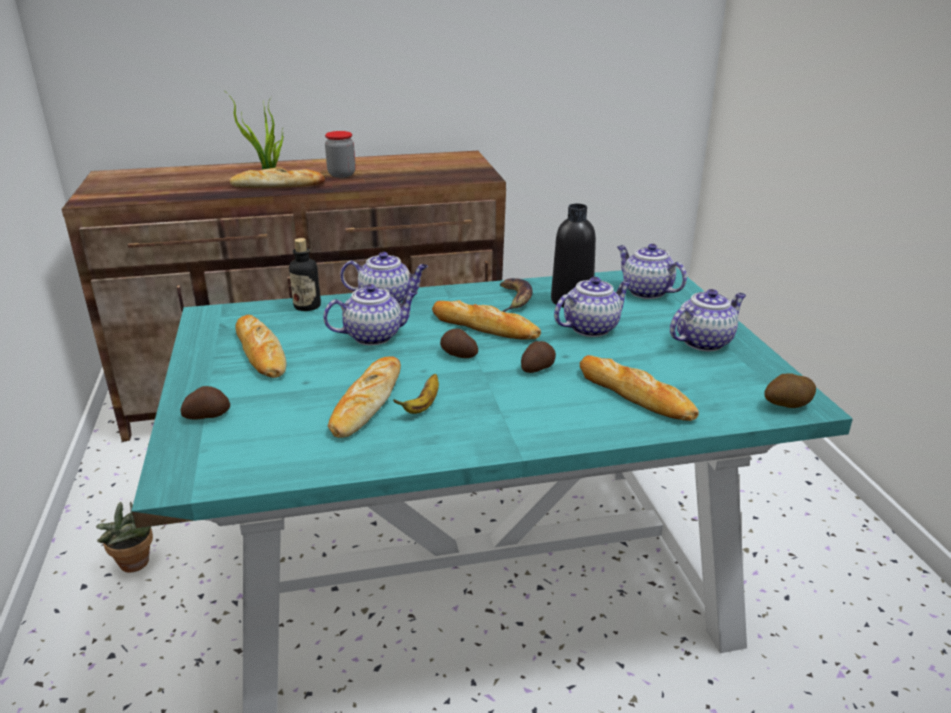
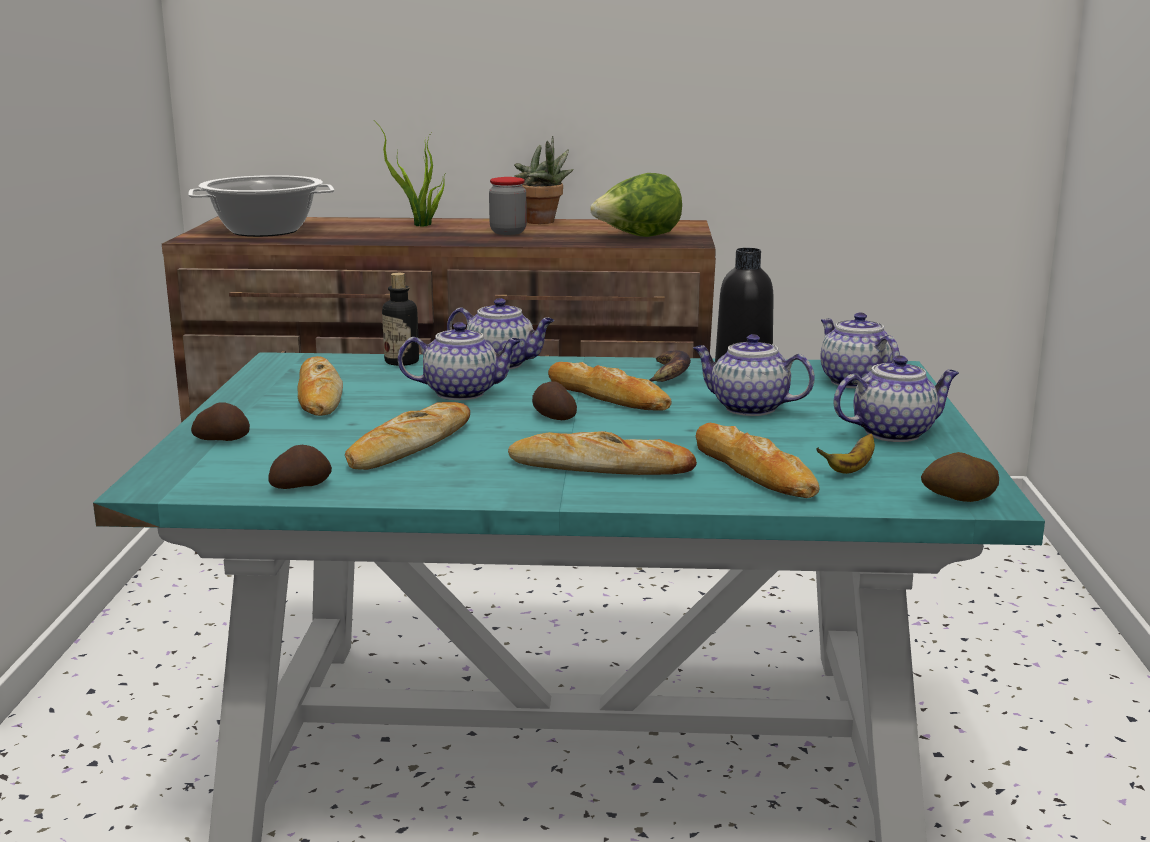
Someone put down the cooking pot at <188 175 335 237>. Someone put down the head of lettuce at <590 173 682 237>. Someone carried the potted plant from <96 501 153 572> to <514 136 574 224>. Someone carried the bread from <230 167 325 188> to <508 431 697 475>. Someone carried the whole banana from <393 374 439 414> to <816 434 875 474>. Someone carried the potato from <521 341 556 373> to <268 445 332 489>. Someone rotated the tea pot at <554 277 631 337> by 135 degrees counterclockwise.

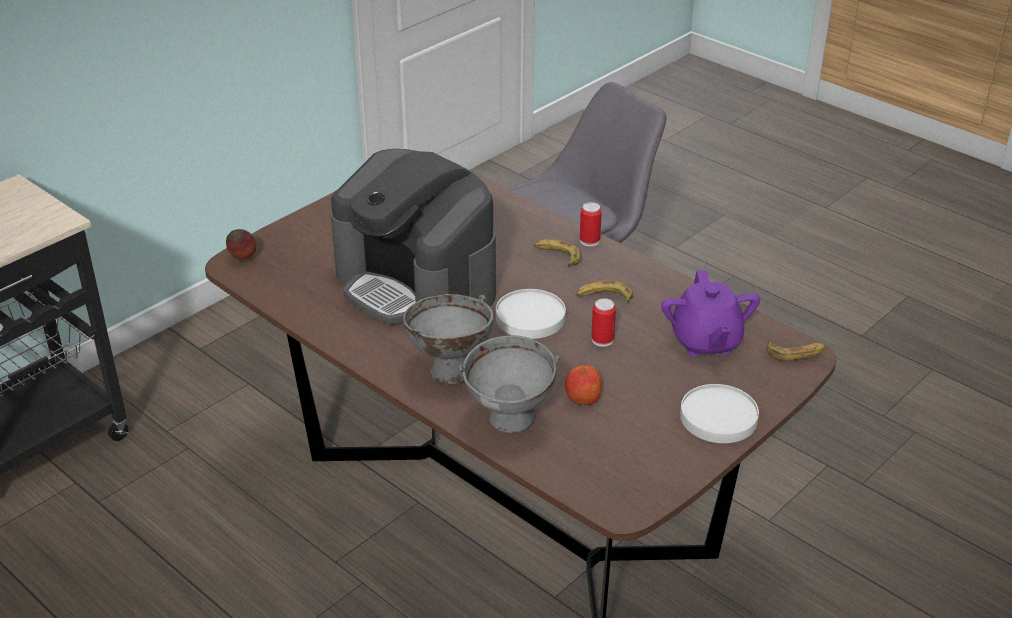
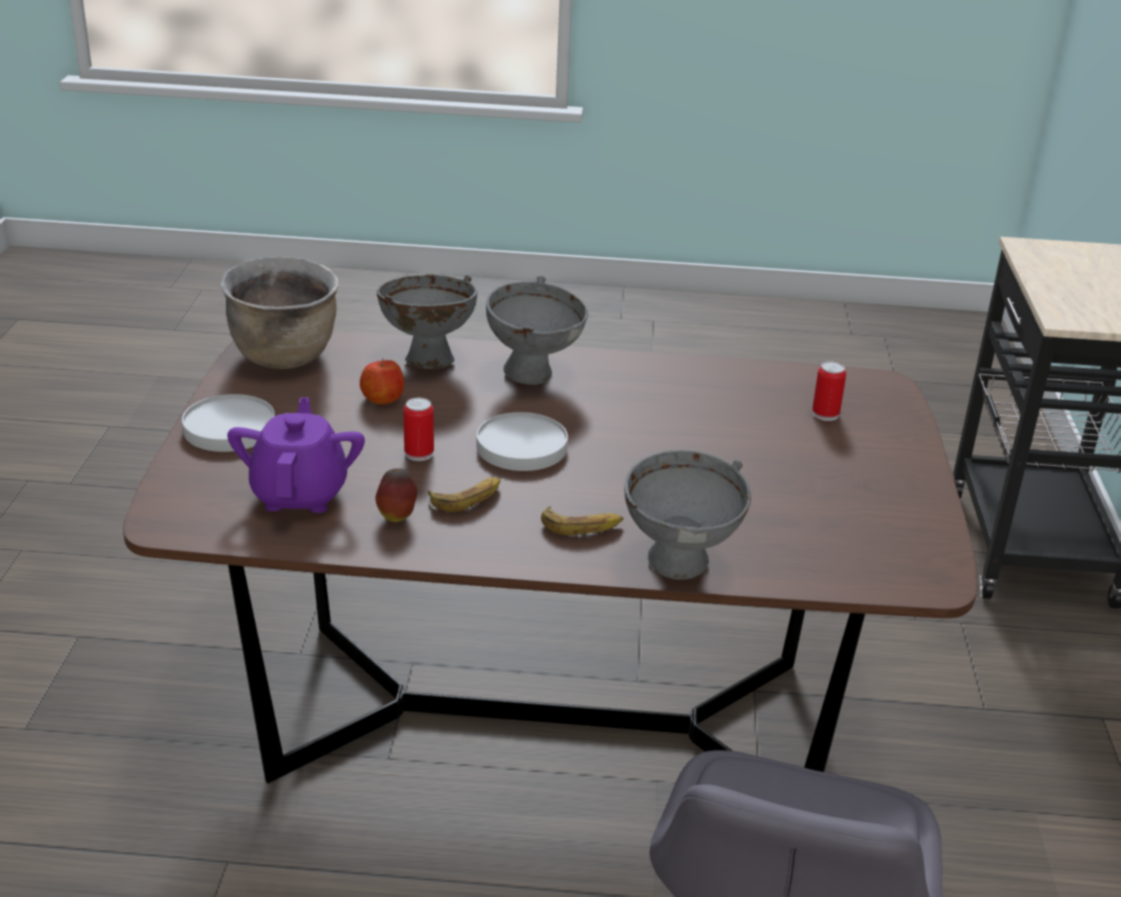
Someone took away the coffee maker at <330 149 496 325>. Someone took away the whole banana at <767 341 826 362>. Someone put down the cooking pot (brown-coloured) at <220 257 339 369>. Someone put down the bowl (greyish) at <624 450 751 580>. Someone carried the apple fruit from <226 229 256 260> to <376 468 417 522>. Someone carried the metal can from <580 202 602 246> to <812 362 846 421>. Someone rotated the tea pot (purplish) at <661 270 760 356> by 45 degrees clockwise.

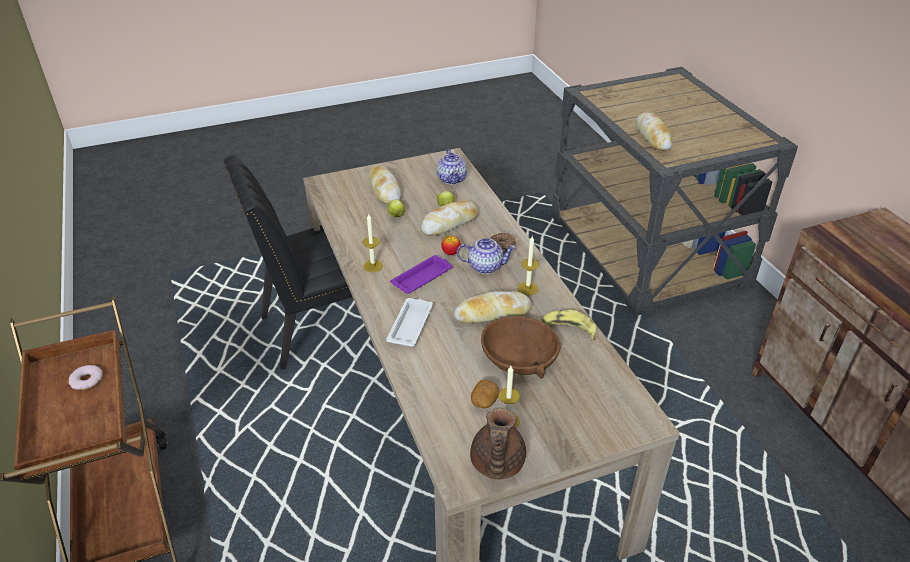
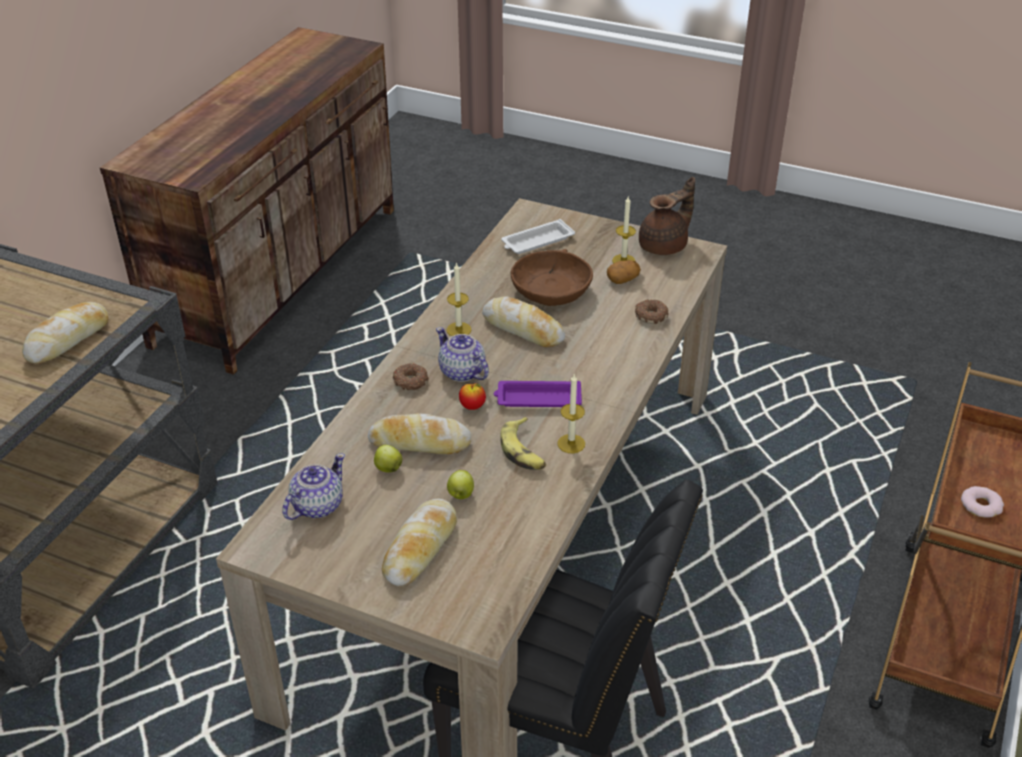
Someone put down the ring doughnut at <635 300 669 324>. Someone carried the tray (whitish) from <386 298 433 347> to <501 219 575 254>. Someone carried the whole banana from <542 310 597 340> to <500 417 546 470>.

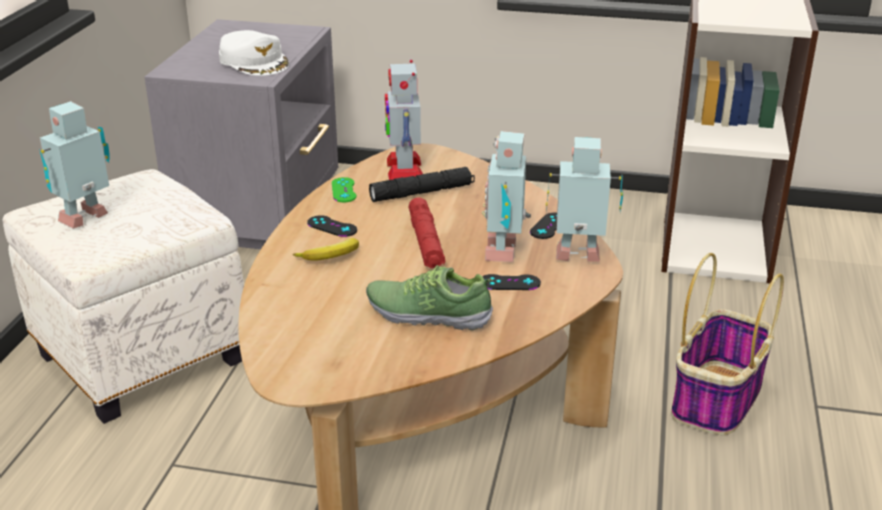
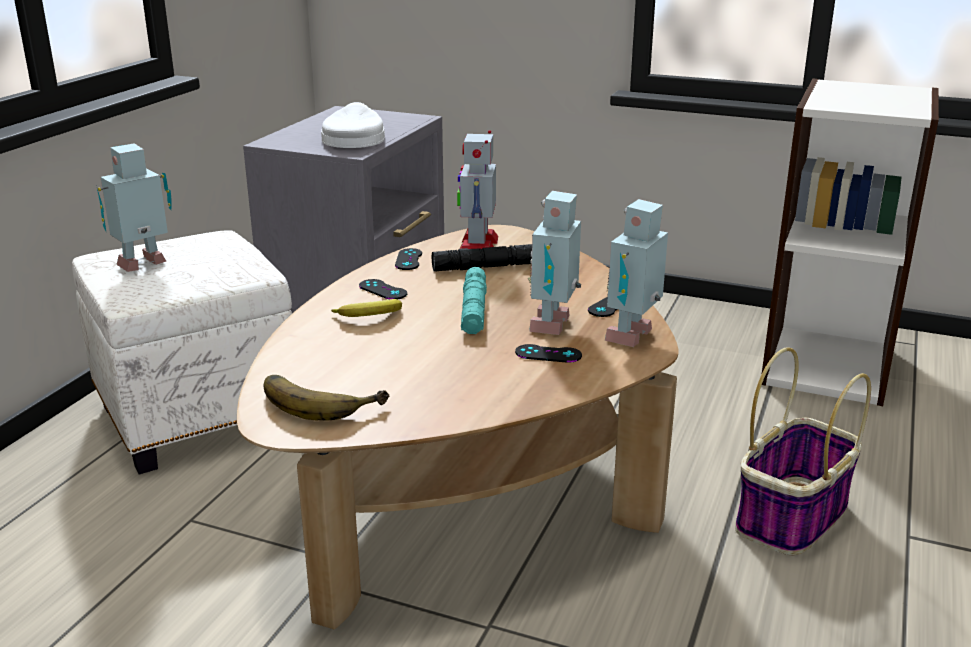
Someone took away the low shoe at <366 265 493 331>. Someone put down the whole banana at <264 375 390 420>. Someone repainted the joypad (greenish) at <332 177 357 202>, which became the joypad (black-coloured) at <395 248 422 270>. Someone repainted the hand torch (red-coloured) at <409 197 445 268>, which became the hand torch (turquoise) at <461 267 487 334>. Someone rotated the baseball cap (whitish) at <219 30 289 76> by 150 degrees counterclockwise. Someone rotated the robot figure at <546 137 623 262> by 75 degrees counterclockwise.

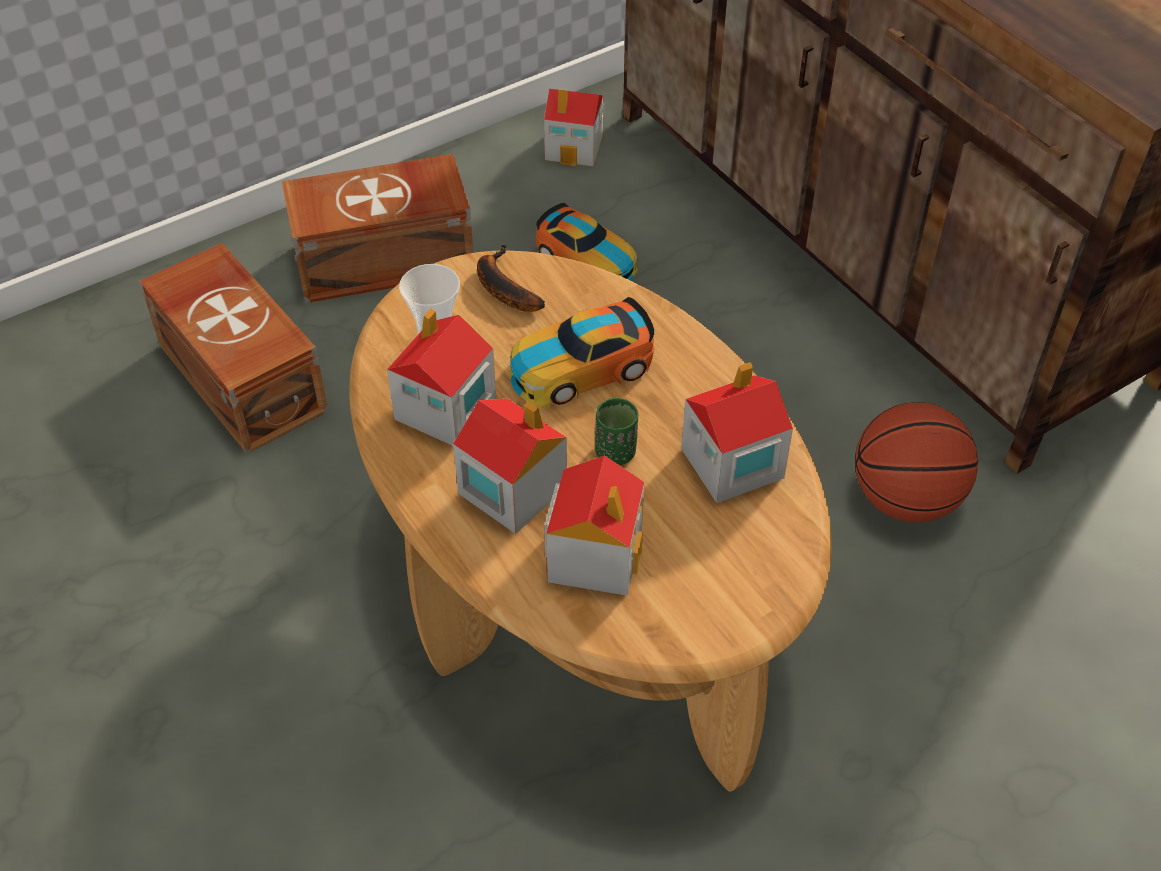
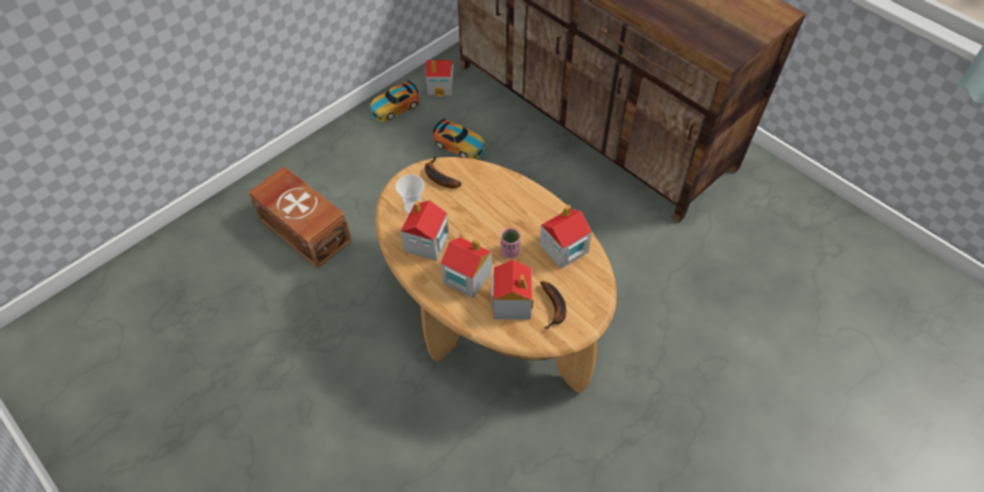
Someone took away the storage box (brown-coloured) at <282 154 474 303>. Someone took away the ball for basketball at <855 402 978 523>. Someone put down the whole banana at <540 281 566 329>. Someone carried the toy car from <510 297 654 407> to <370 81 420 122>. Someone repainted the cup (greenish) at <595 398 638 465>, which became the cup (pinkish) at <501 228 520 258>.

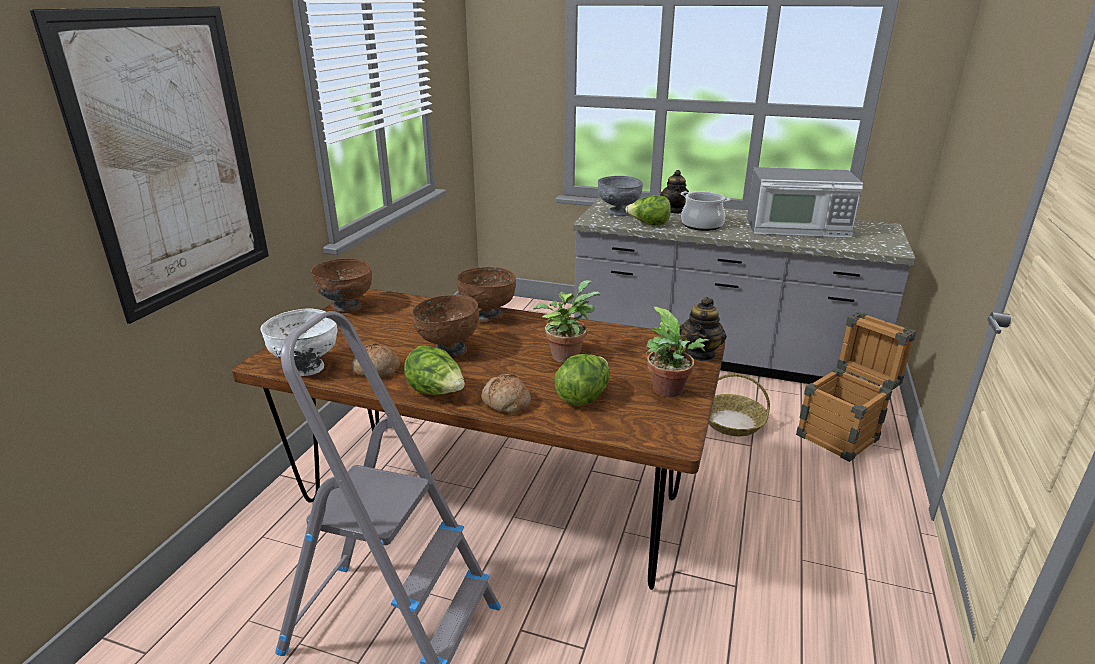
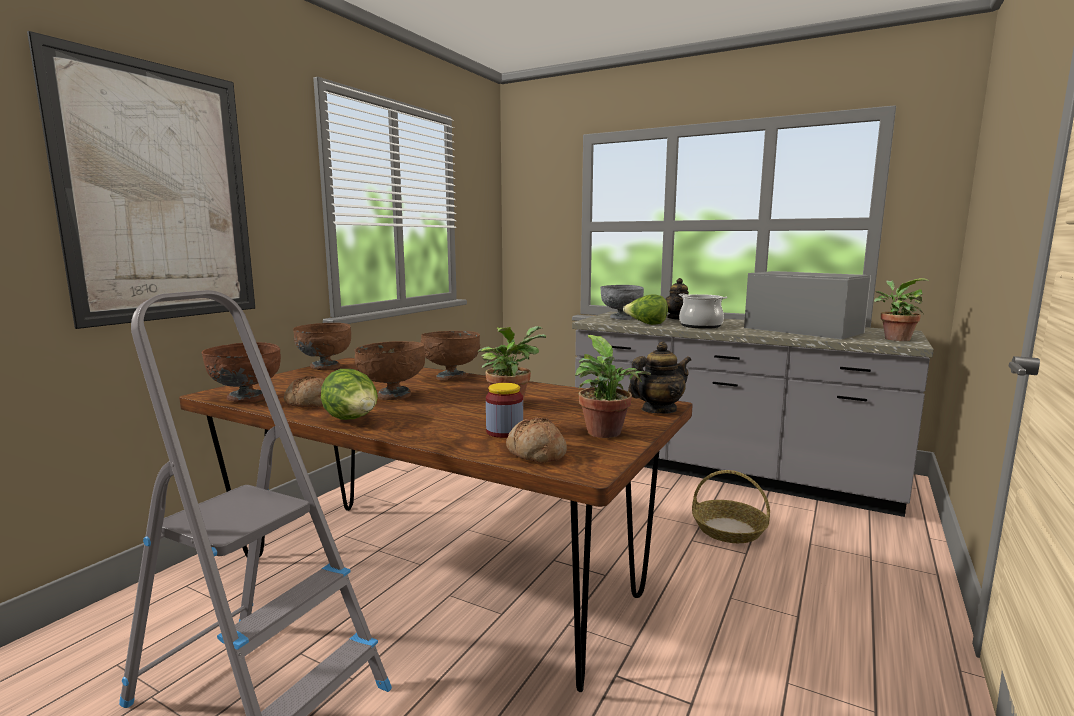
Someone took away the packing crate at <796 311 916 462>. Someone put down the potted plant at <874 278 929 341>. Someone carried the bread from <481 374 531 414> to <506 418 567 463>. Someone swapped the head of lettuce at <554 354 610 406> for the storage jar at <486 383 523 438>. Someone repainted the bowl (whitish) at <261 308 338 376>, which became the bowl (brown-coloured) at <202 342 281 403>. Someone rotated the tea pot at <680 297 727 361> by 150 degrees counterclockwise. Someone rotated the microwave oven at <747 167 863 238> by 150 degrees counterclockwise.

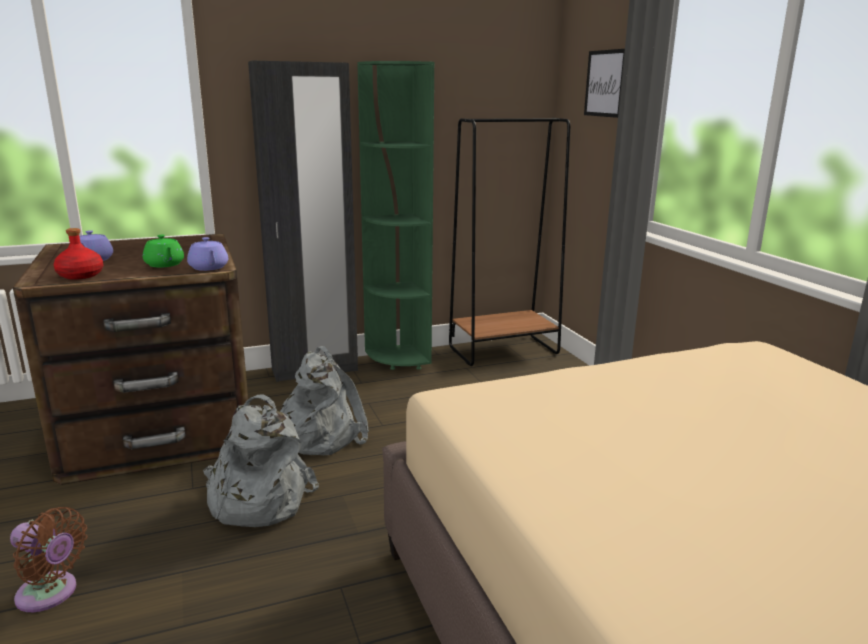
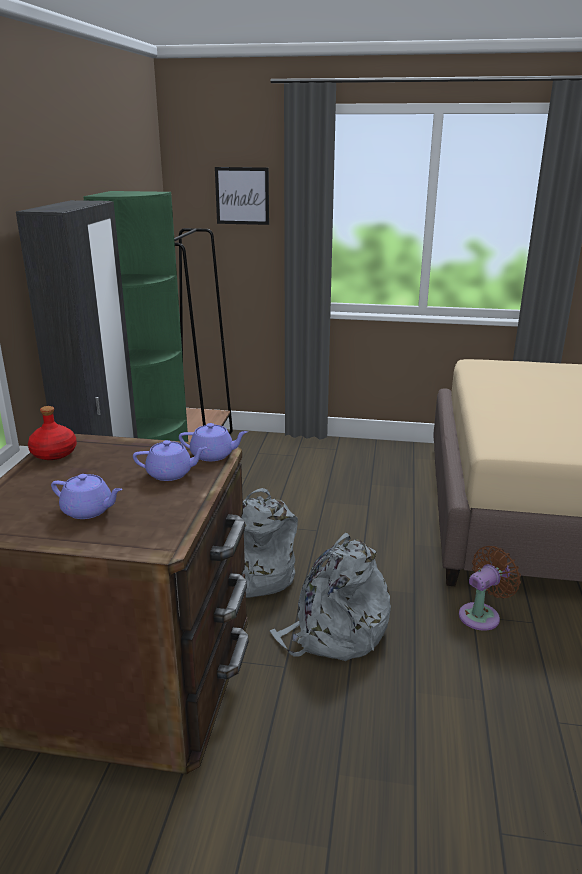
Someone carried the electric fan (brown-coloured) from <10 507 88 612> to <459 546 521 631>. Someone carried the drink bottle (red-coloured) from <54 228 103 280> to <28 406 77 460>. Someone repainted the tea pot (greenish) at <143 235 184 268>, which became the tea pot (purplish) at <133 440 207 481>.

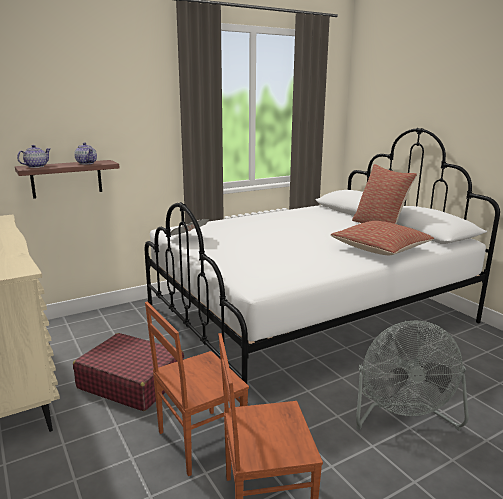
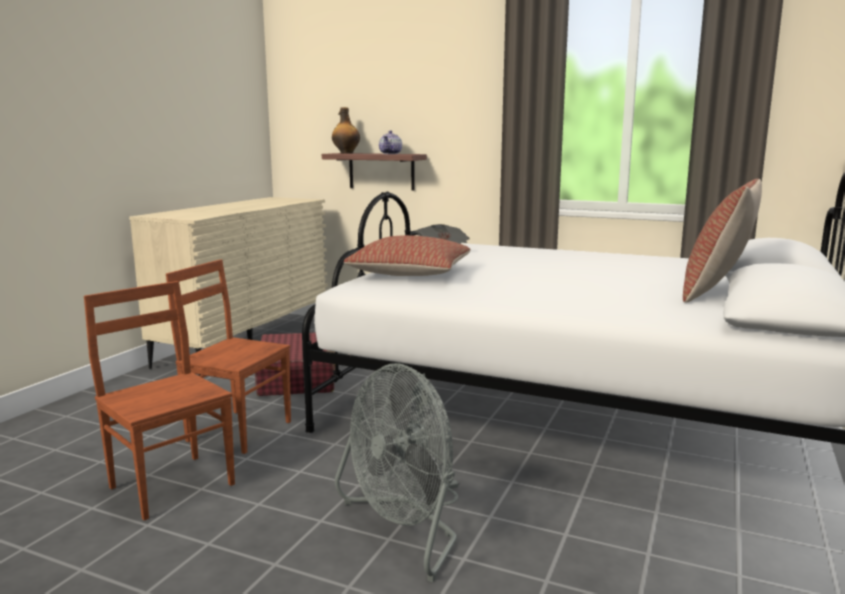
Someone carried the cushion from <331 221 434 255> to <344 235 470 276>. Someone swapped the tea pot at <17 145 50 168> for the drink bottle at <332 107 360 153>.

